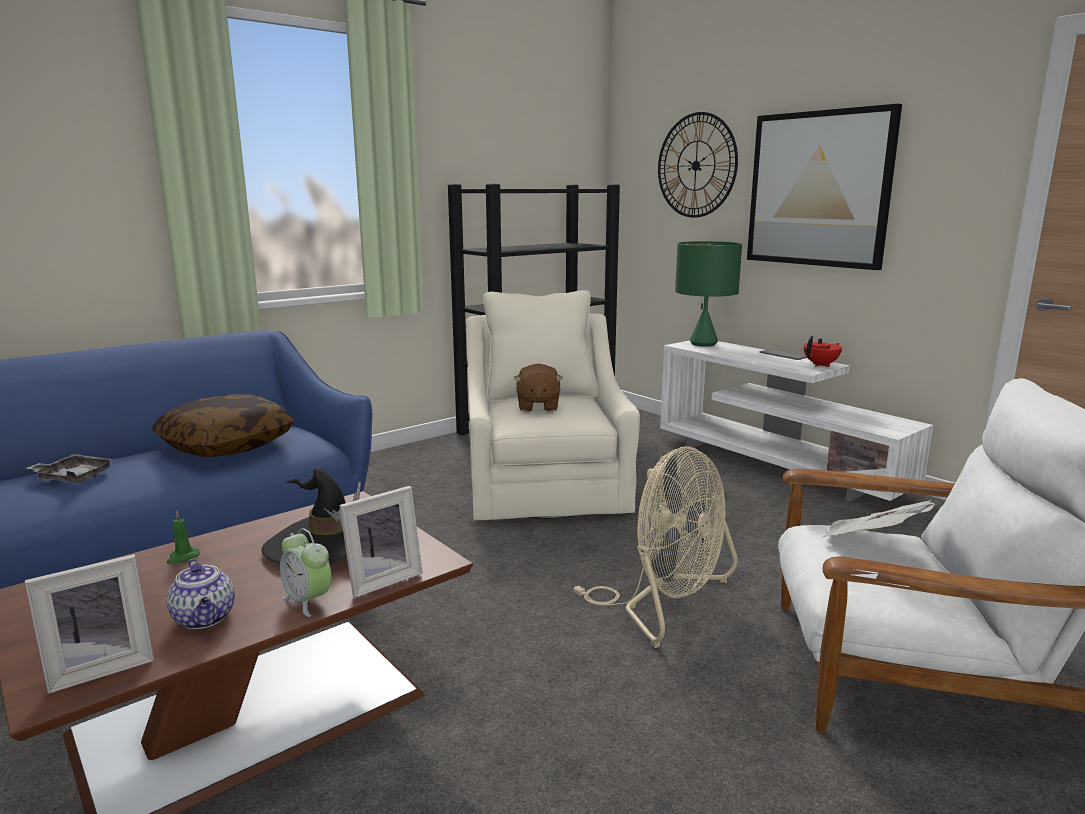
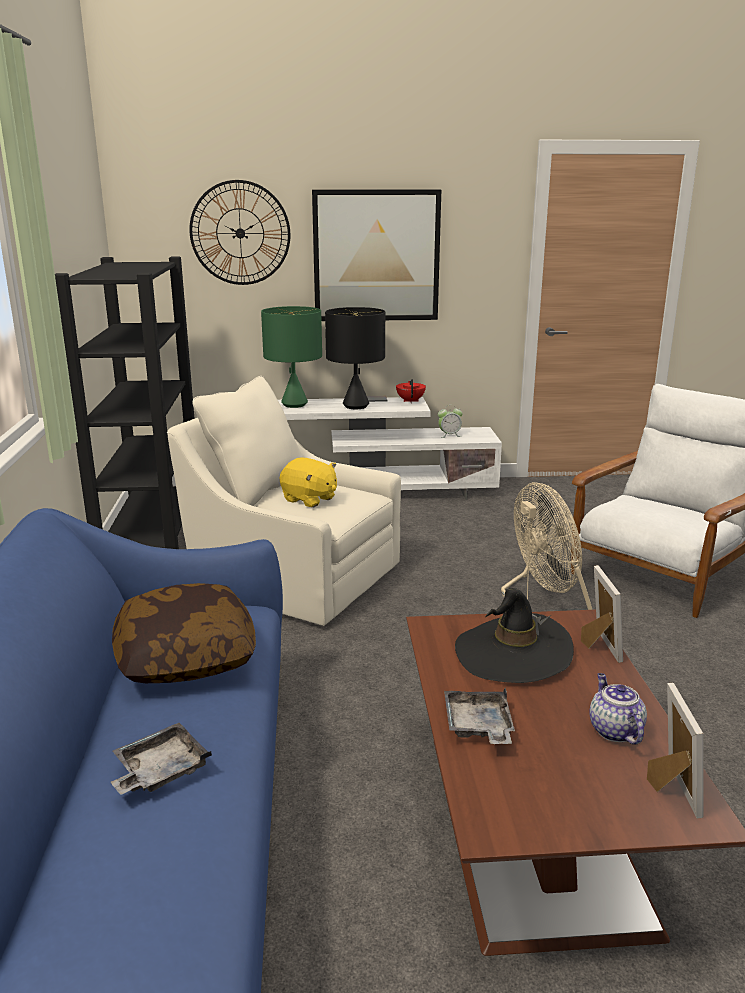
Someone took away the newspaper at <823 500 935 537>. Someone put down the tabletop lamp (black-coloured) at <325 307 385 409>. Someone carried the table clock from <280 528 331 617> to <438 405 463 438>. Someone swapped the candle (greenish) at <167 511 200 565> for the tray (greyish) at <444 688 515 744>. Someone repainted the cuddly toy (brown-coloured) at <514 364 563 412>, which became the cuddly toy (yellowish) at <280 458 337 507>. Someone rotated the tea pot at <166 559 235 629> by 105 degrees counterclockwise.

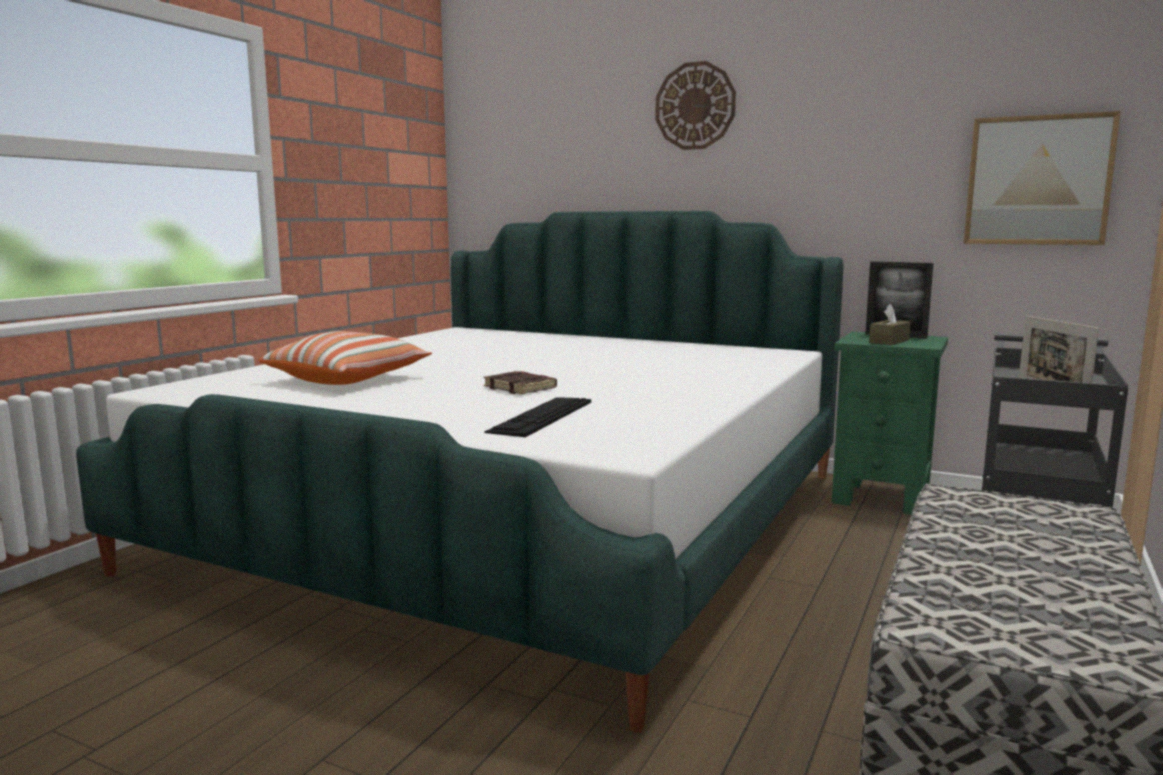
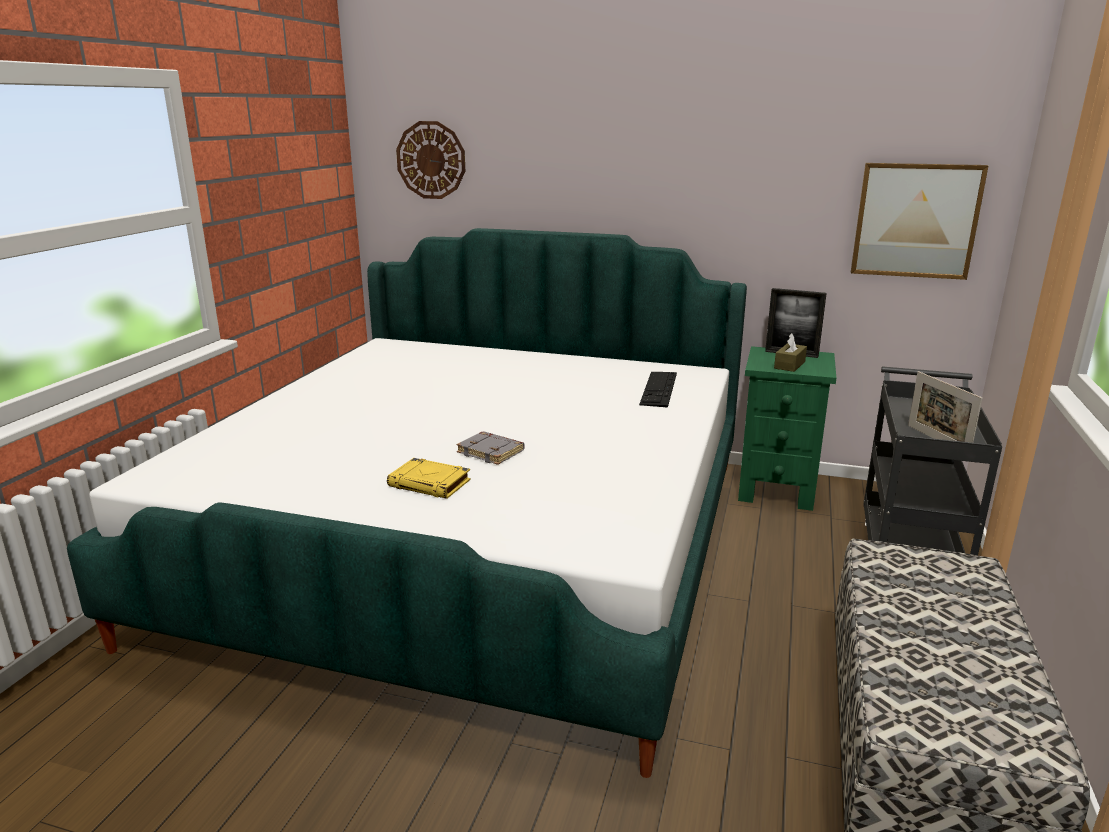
Someone took away the cushion at <259 331 432 385>. Someone put down the bound book (yellowish) at <387 458 471 499>. Someone carried the computer keyboard from <484 397 591 437> to <639 372 677 408>. Someone carried the wall clock from <655 61 736 150> to <396 121 465 199>. Someone repainted the bound book (brown-coloured) at <483 371 557 394>, which became the bound book (greyish) at <456 431 525 465>.

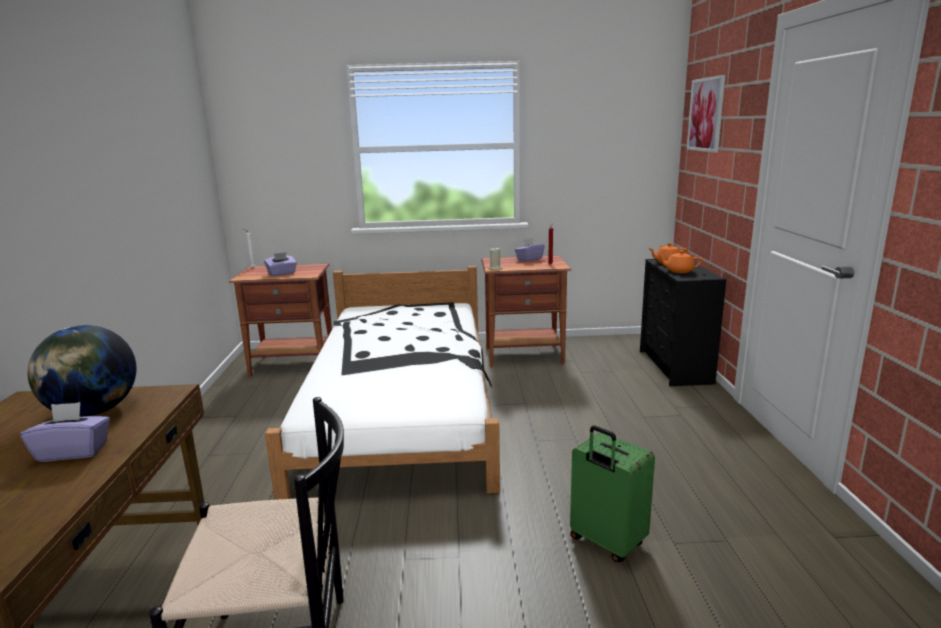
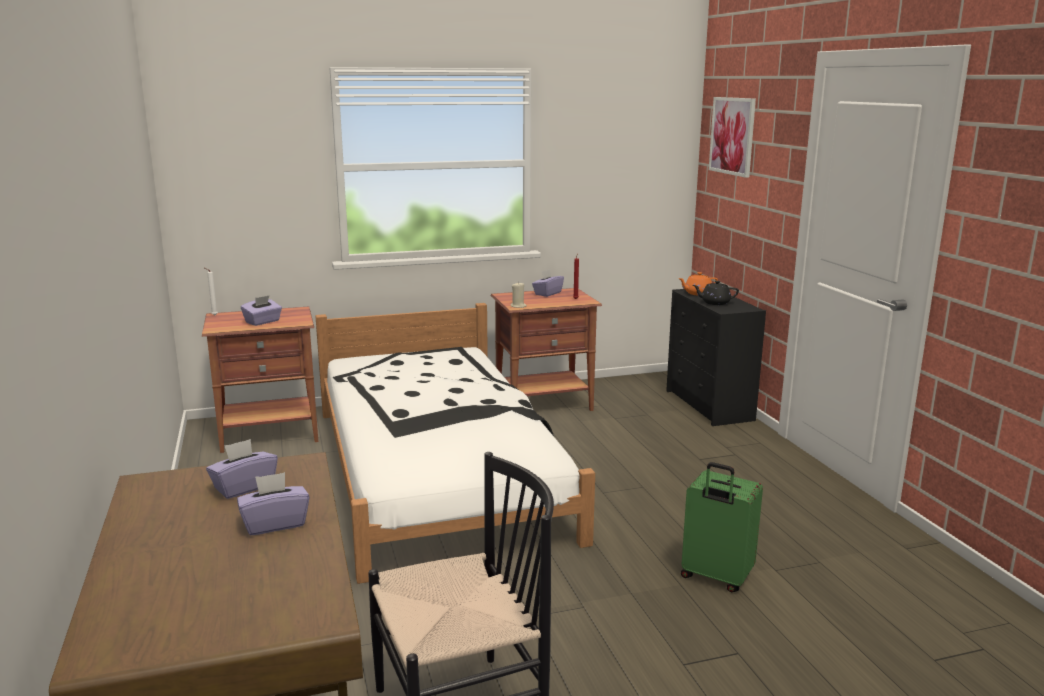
Someone swapped the world globe at <28 325 136 417> for the tissue box (purplish) at <206 439 278 499>. Someone repainted the tea pot (orange-coloured) at <658 250 703 273>, which became the tea pot (black-coloured) at <692 281 739 305>.

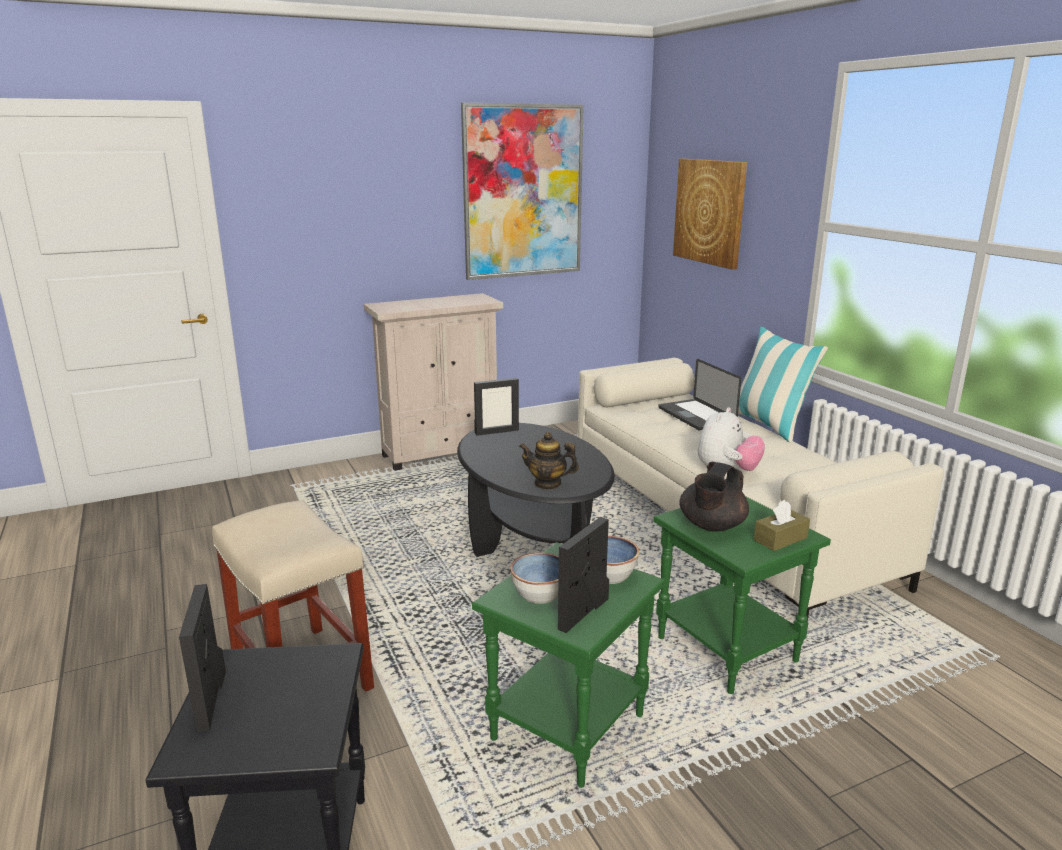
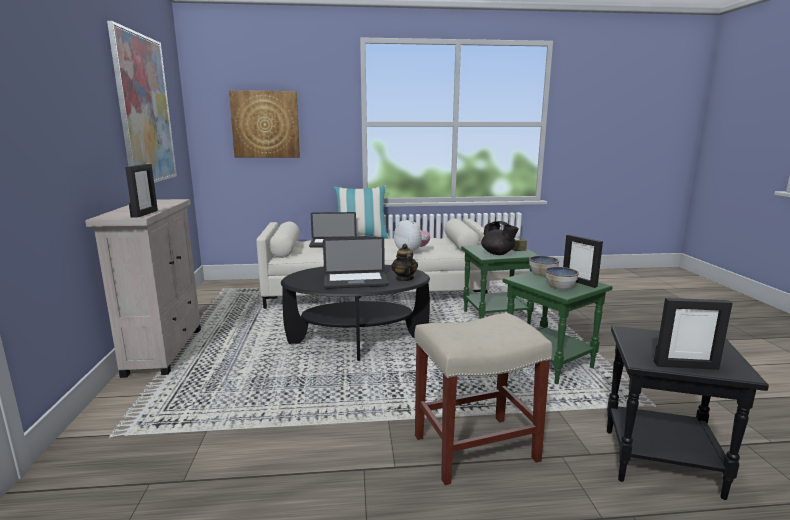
Someone put down the portable computer at <323 237 388 289>. Someone carried the photo frame from <474 378 519 436> to <125 164 158 218>. Someone rotated the tea pot at <519 432 579 490> by 135 degrees clockwise.

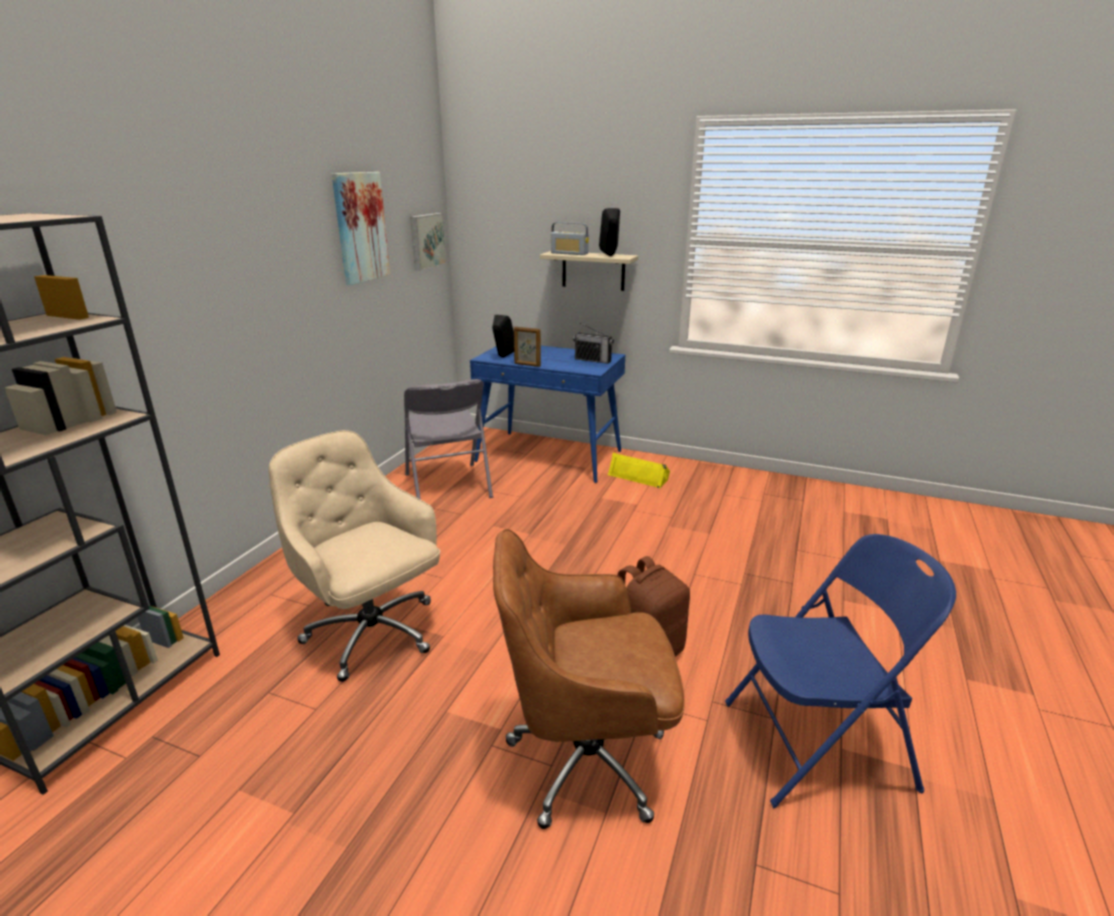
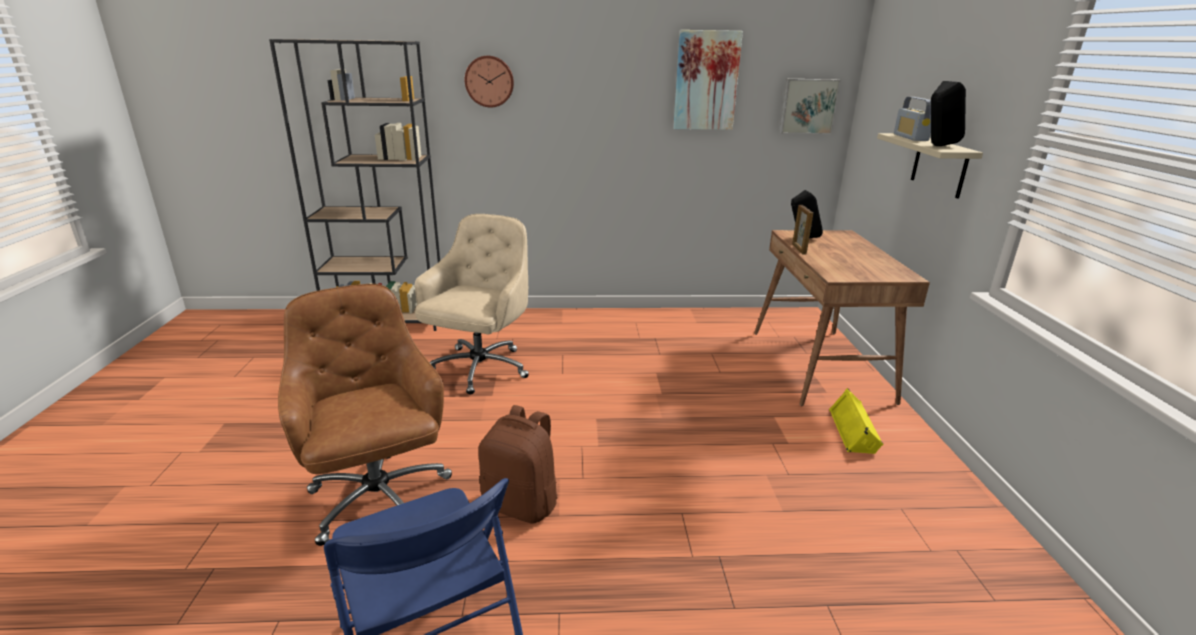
Someone took away the plain chair (greyish) at <404 379 493 499>. Someone took away the radio set at <573 323 614 364>. Someone put up the wall clock at <465 56 514 108>. Someone repainted the desk (blue-coloured) at <470 346 626 483>, which became the desk (brown-coloured) at <754 230 930 406>.

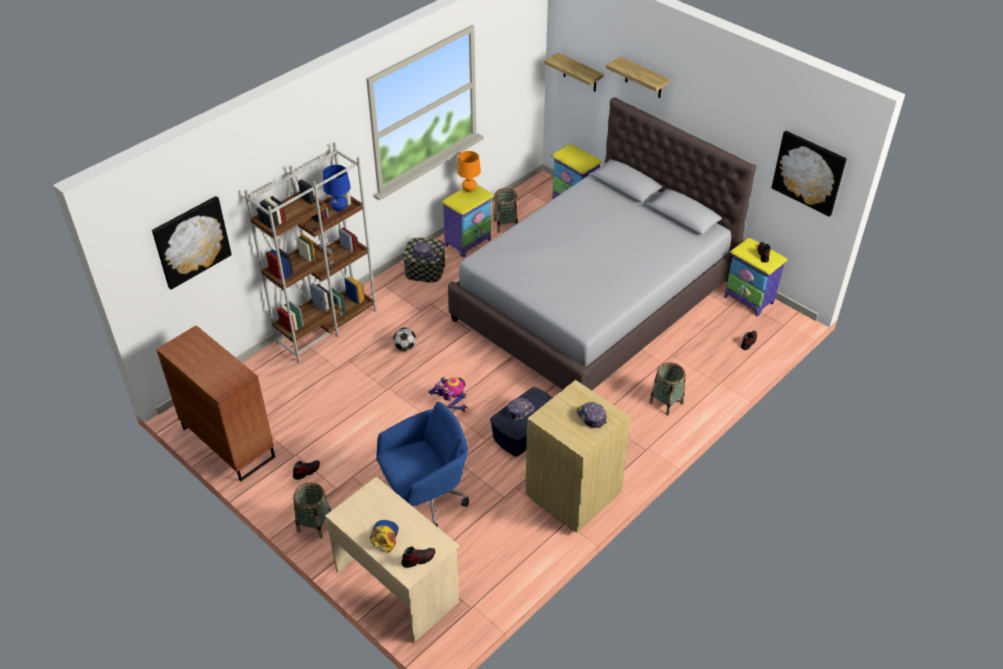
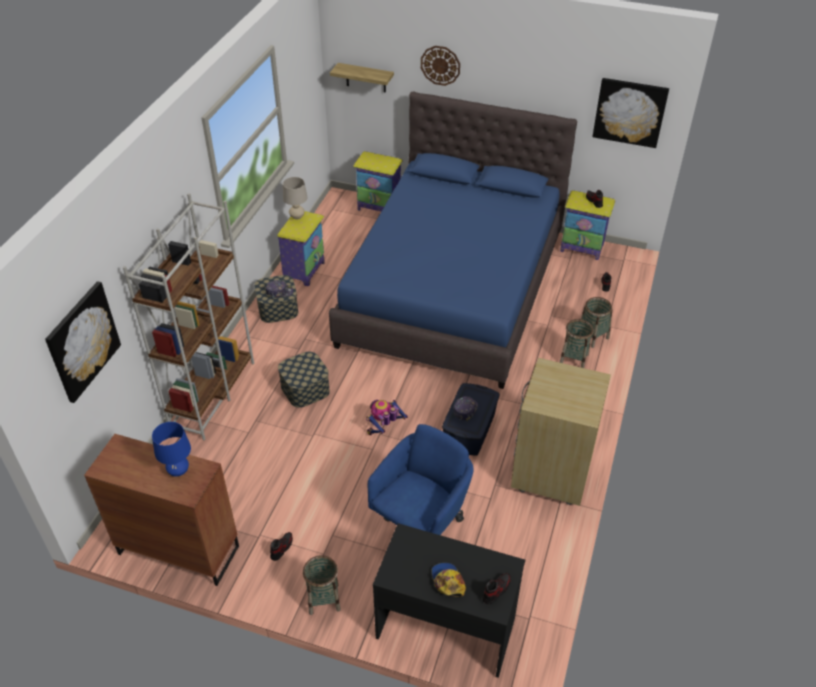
Someone took away the baseball cap at <577 402 607 428>. Someone carried the tabletop lamp (blue-coloured) from <323 165 351 211> to <152 422 191 476>. Someone carried the household basket from <494 188 518 233> to <581 297 613 348>. Someone swapped the football at <393 328 416 351> for the storage box at <278 352 330 408>. Someone swapped the wall shelf at <606 56 670 98> for the wall clock at <421 46 460 86>. Someone repainted the desk (sand-coloured) at <325 477 460 643>, which became the desk (black-coloured) at <373 523 525 678>. Someone repainted the sleeping bed (greyish) at <448 97 756 390>, which became the sleeping bed (blue-coloured) at <329 92 577 389>. Someone repainted the tabletop lamp (orange-coloured) at <457 151 481 192>, which became the tabletop lamp (sand-coloured) at <283 177 308 220>. Someone rotated the robot figure at <428 377 468 412> by 60 degrees counterclockwise.

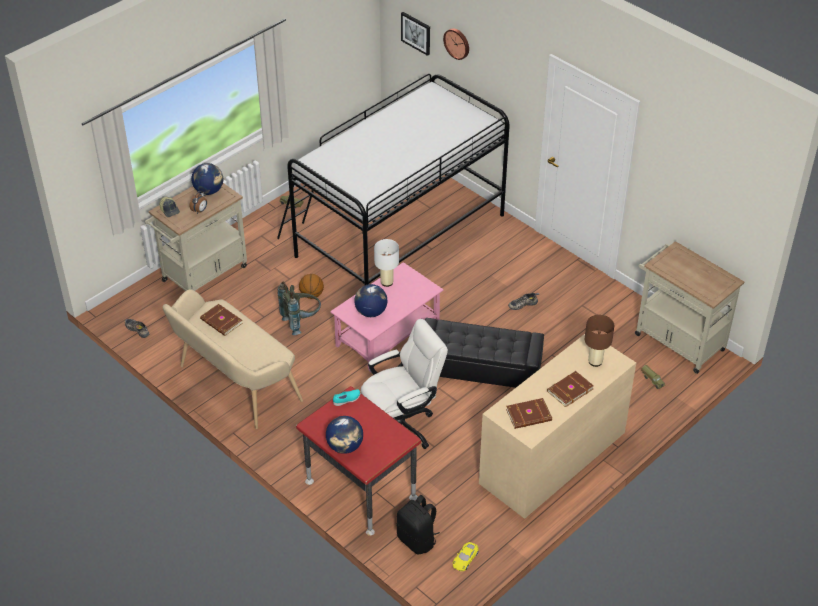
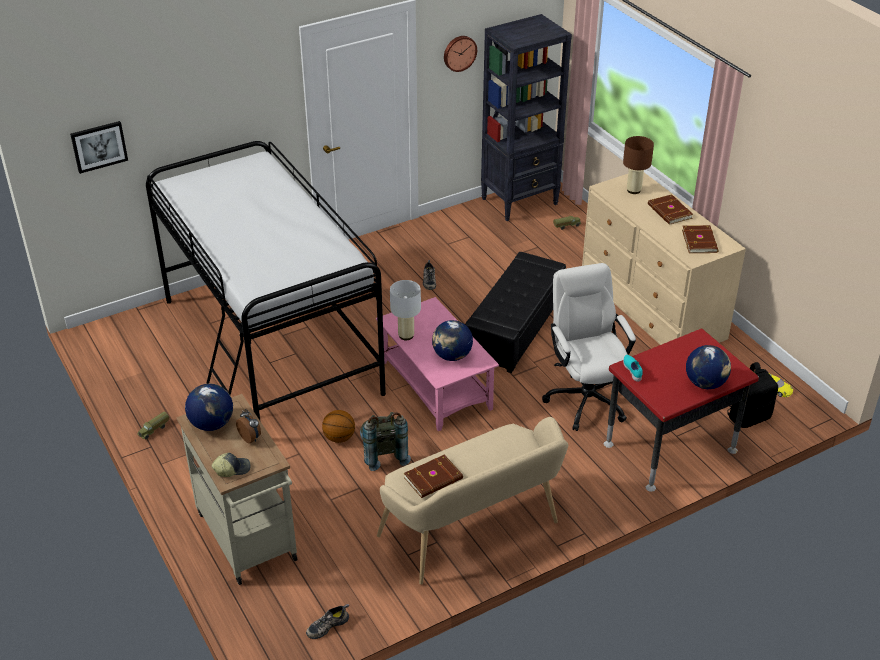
Someone carried the wall clock from <443 28 469 60> to <444 36 477 72>. Someone swapped the cart (sand-coloured) at <635 241 744 374> for the shelving unit (black-coloured) at <481 14 572 221>.

